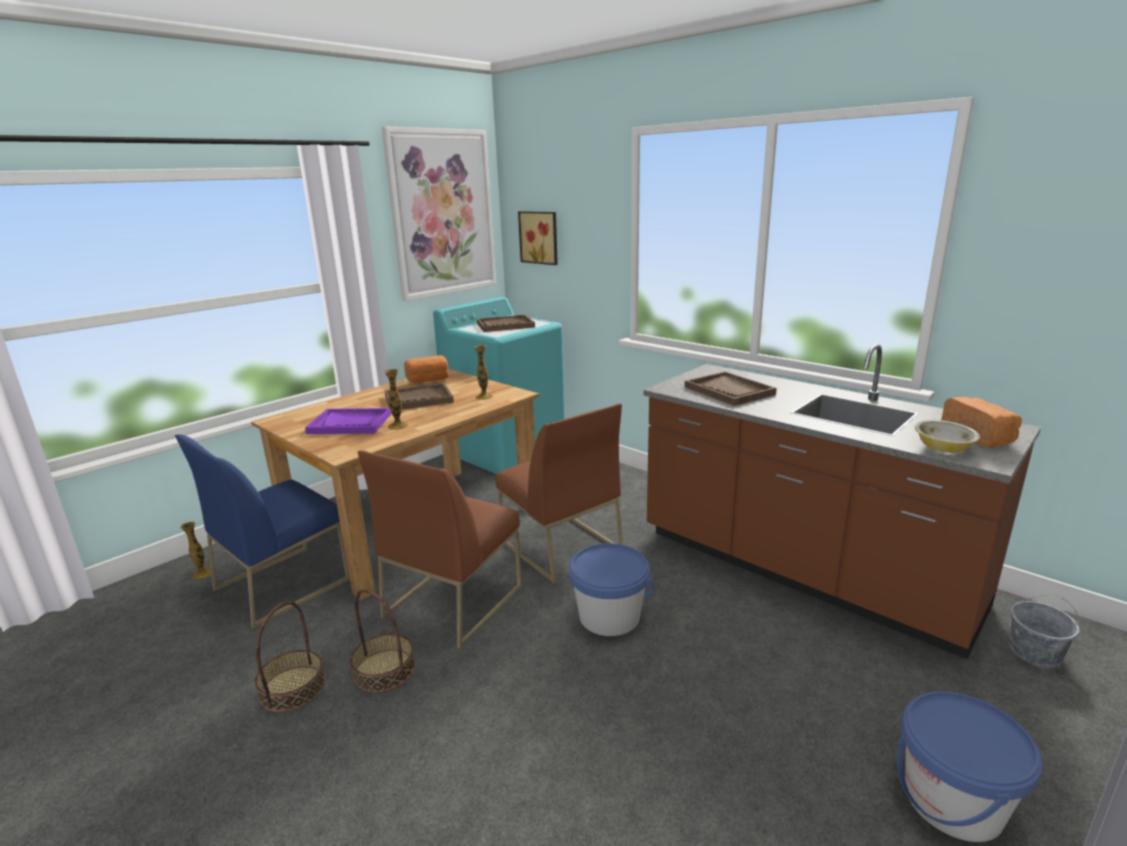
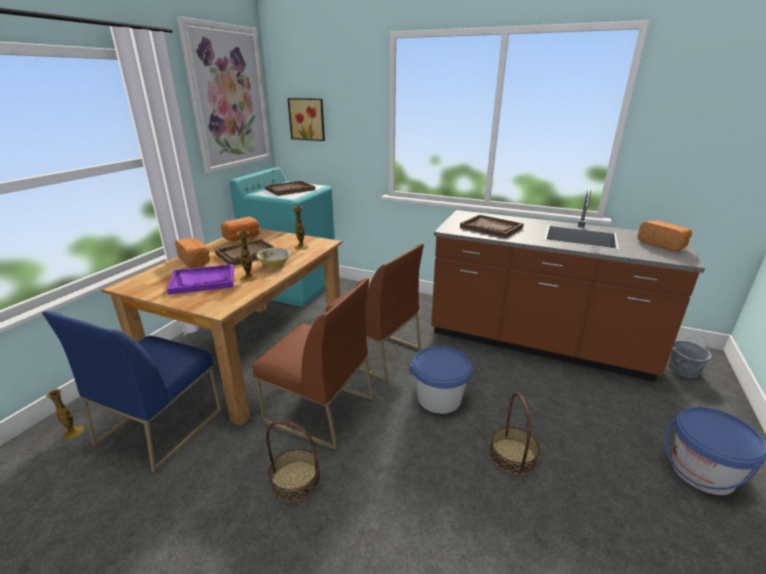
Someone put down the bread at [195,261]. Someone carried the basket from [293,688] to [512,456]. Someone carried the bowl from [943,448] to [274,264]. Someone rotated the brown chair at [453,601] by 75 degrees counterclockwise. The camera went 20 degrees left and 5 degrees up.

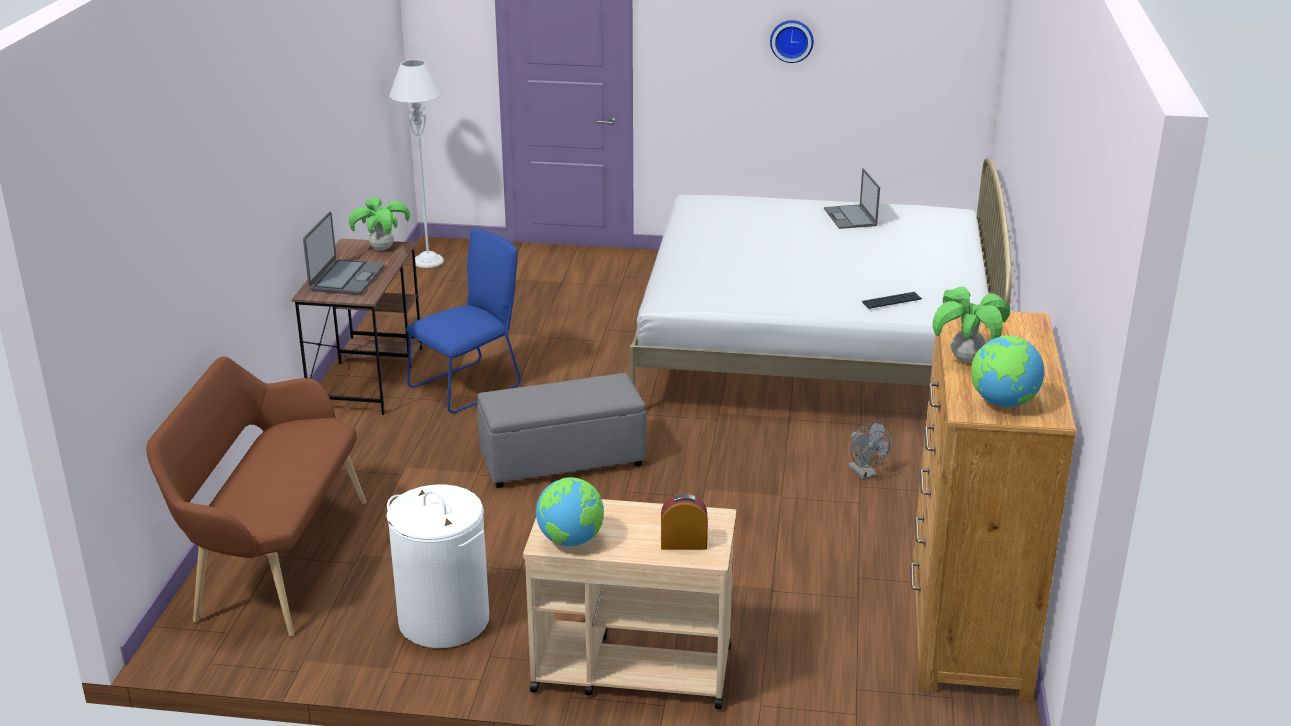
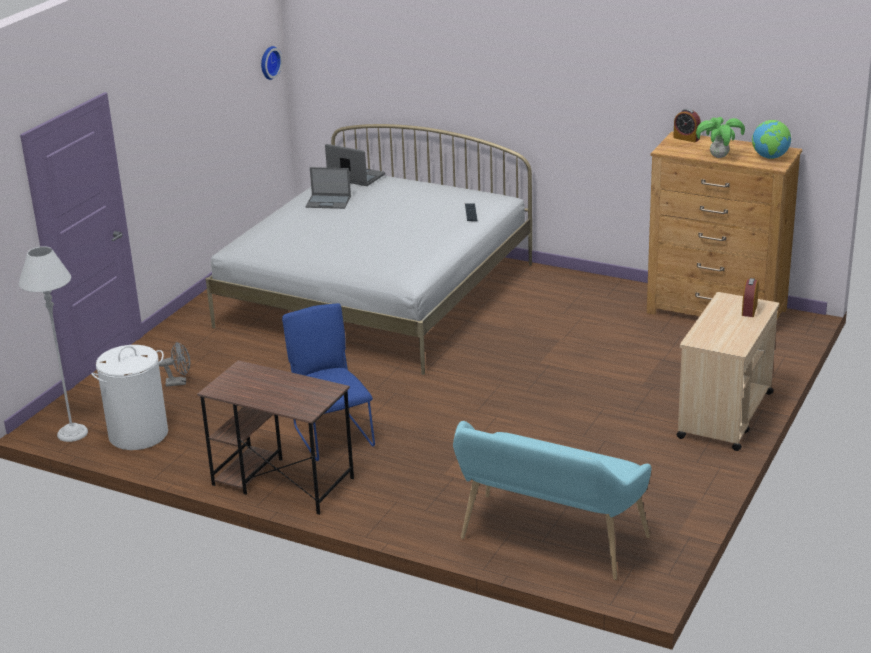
Someone took away the potted plant at [381,248]. Someone took away the grey ottoman at [561,461]. Someone took away the globe at [571,540]. Someone put down the alarm clock at [686,138]. Someone carried the laptop from [346,278] to [356,177]. Someone carried the white laundry basket from [443,620] to [138,435]. Someone carried the wall clock from [792,40] to [268,62]. Someone carried the grey fan from [865,474] to [179,382]. Someone repainted the brown bench at [273,560], which became the turquoise bench at [548,541]. The camera went 70 degrees left and 0 degrees up.

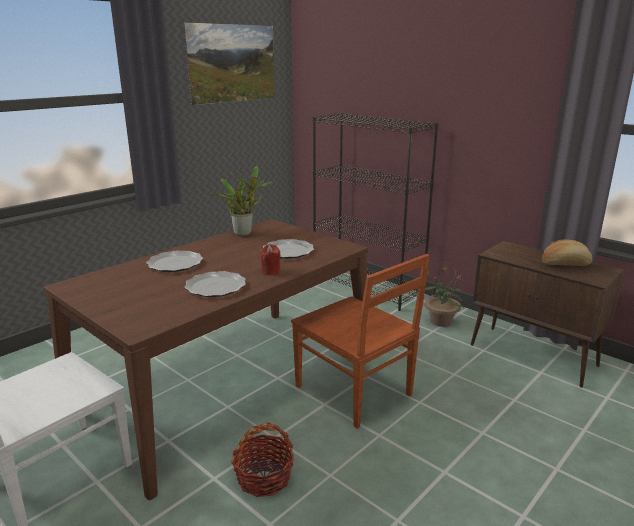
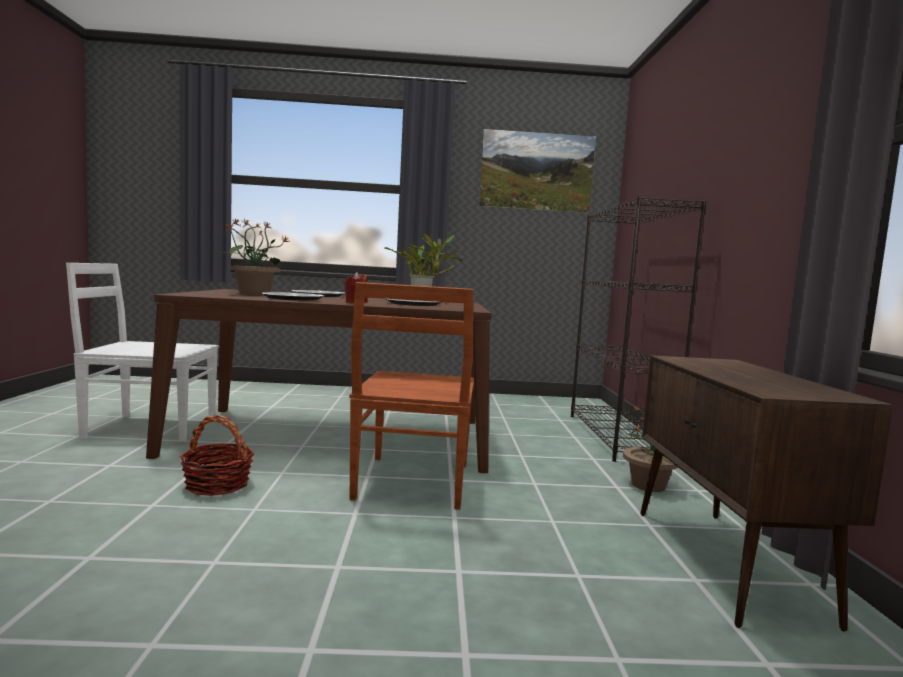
Someone took away the bread at [565,264]. Someone put down the potted plant at [253,294]. The camera went 45 degrees right and 15 degrees down.

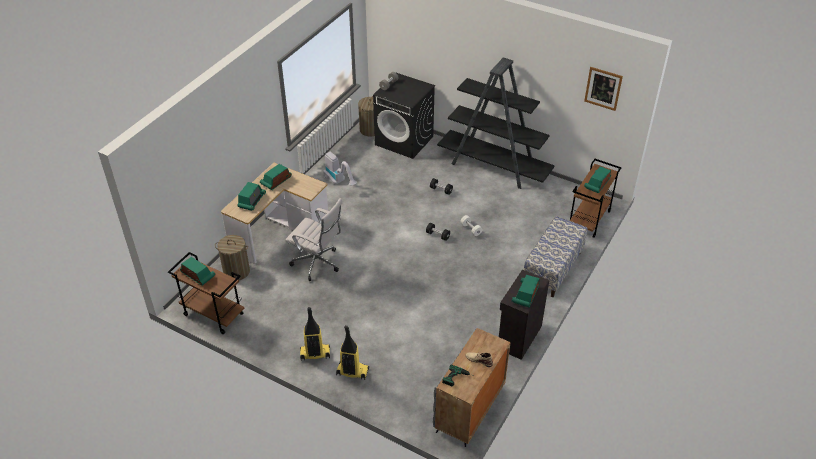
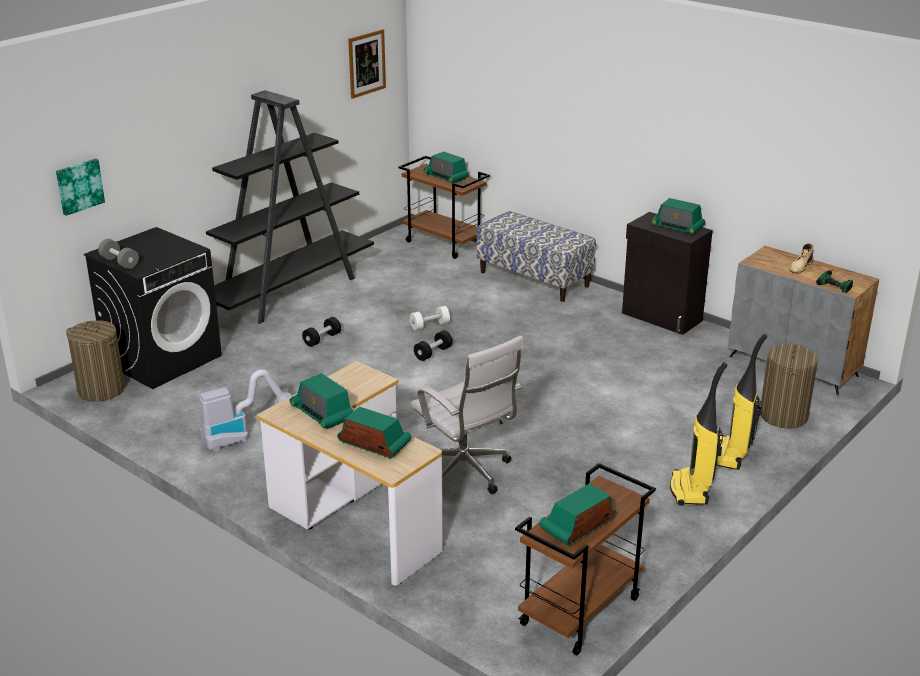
Someone put up the picture at [79,186]. Someone carried the laundry basket from [236,271] to [783,416]. Someone rotated the white office chair at [318,264] by 105 degrees clockwise. The camera went 80 degrees left and 15 degrees down.

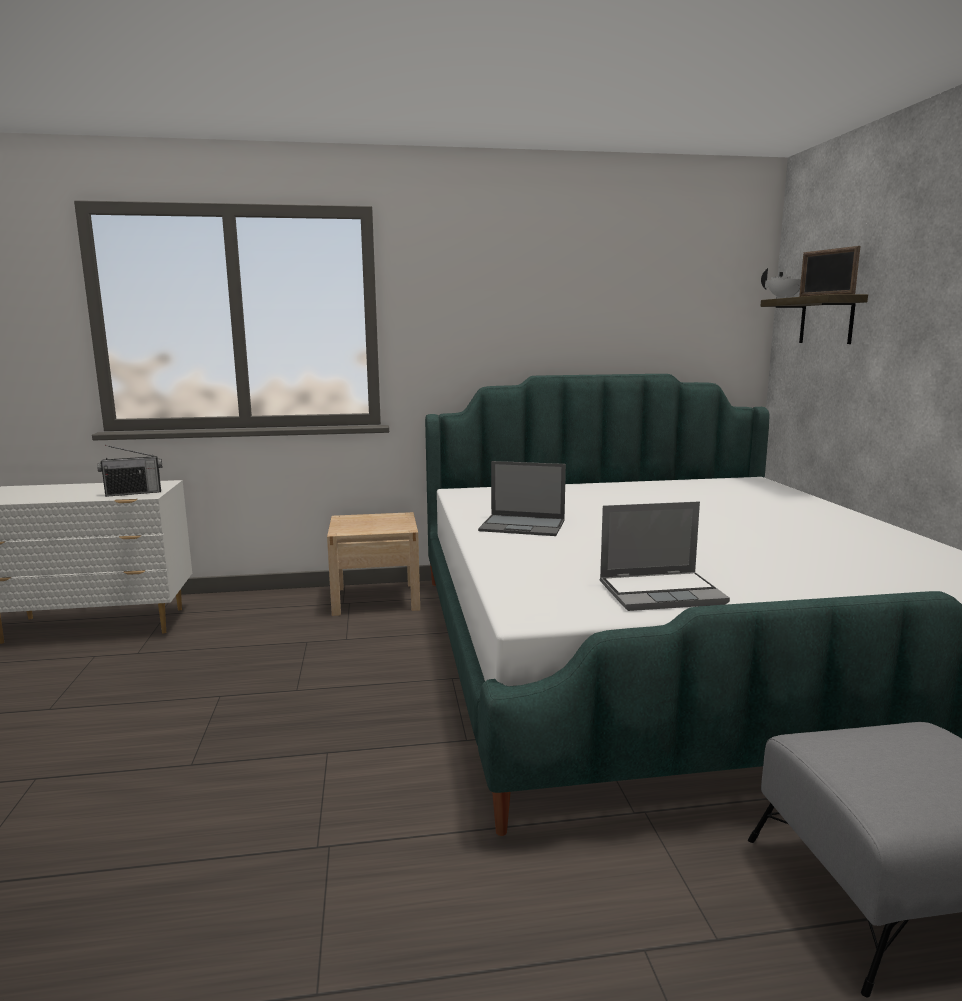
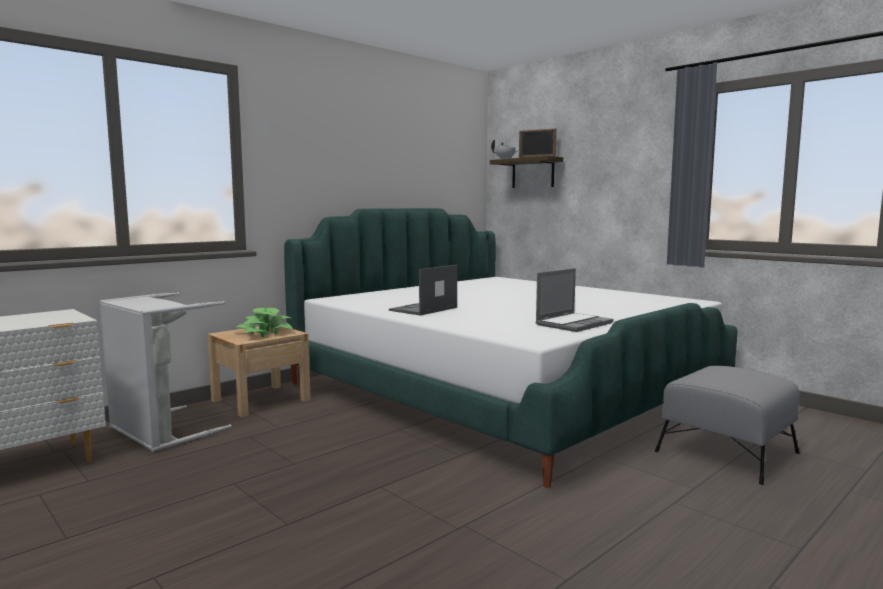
Someone took away the radio at [133,493]. Someone put down the grey laundry basket at [157,432]. Someone put down the potted plant at [264,333]. Someone rotated the laptop at [523,526] by 150 degrees clockwise. The camera went 35 degrees left and 5 degrees down.

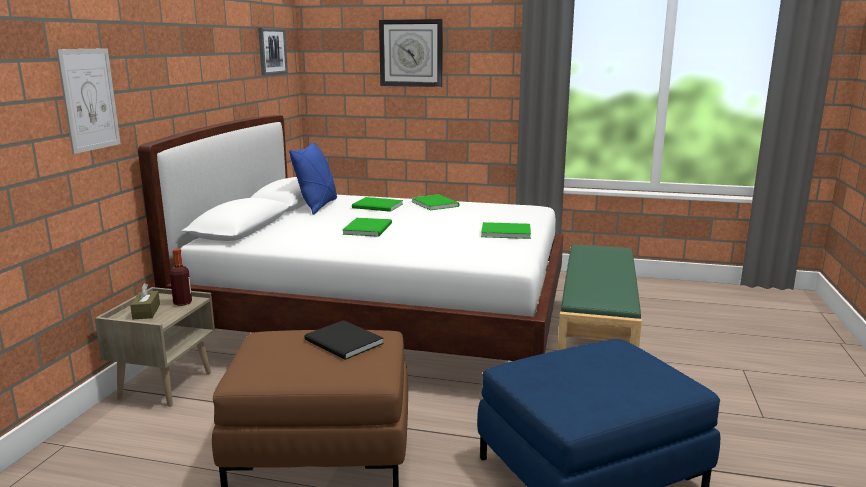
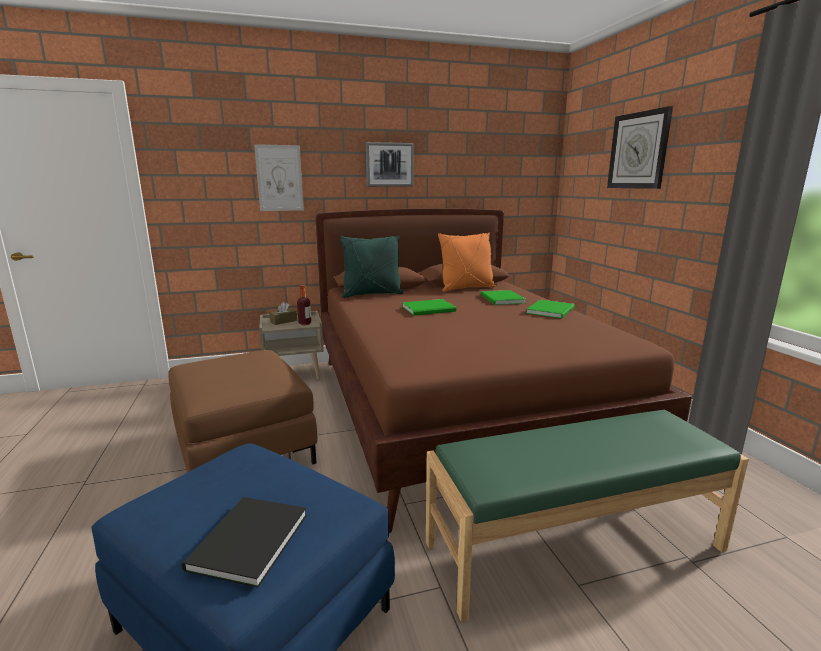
Someone took away the green book at [504,232]. Someone put down the green pillow at [372,294]. Someone carried the picture from [272,51] to [389,164]. Someone carried the black book from [343,343] to [245,543]. Someone repainted the white bed at [383,325], which became the brown bed at [457,407]. Someone repainted the blue pillow at [317,206], which became the orange pillow at [466,288]. The camera went 60 degrees right and 0 degrees up.

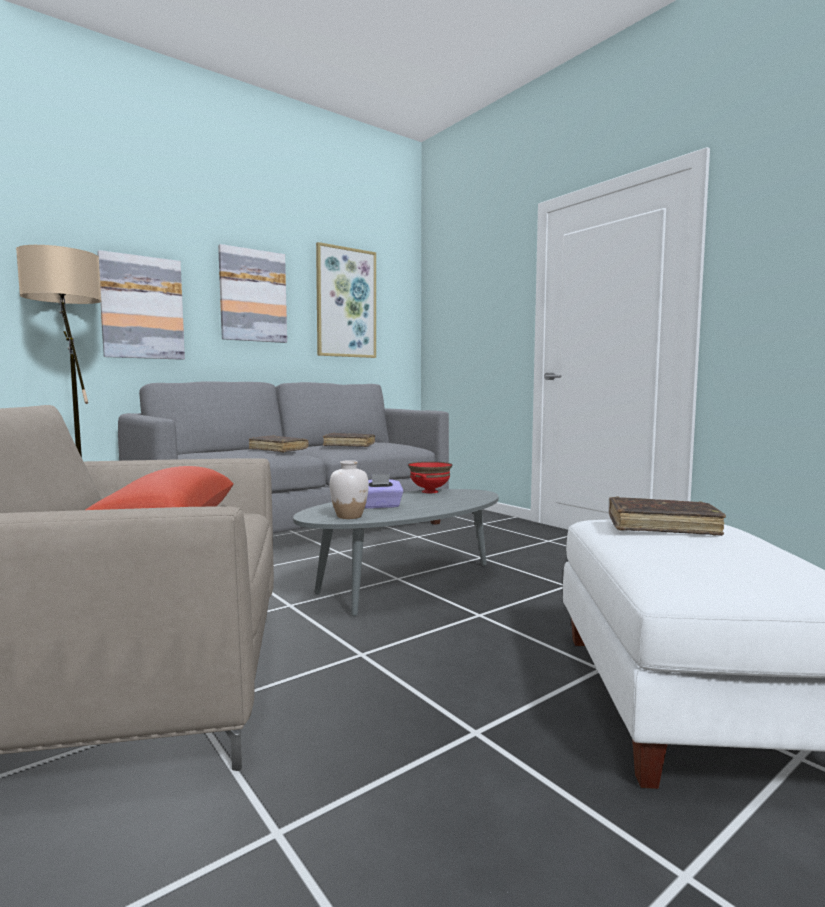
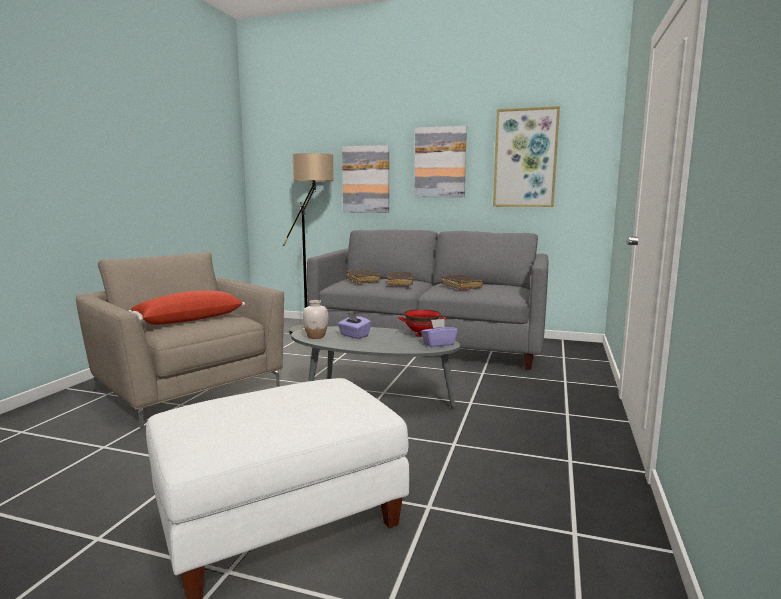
Someone put down the purple tissue box at [438,344]. Someone carried the brown book from [662,527] to [363,280]. The camera went 55 degrees right and 5 degrees up.

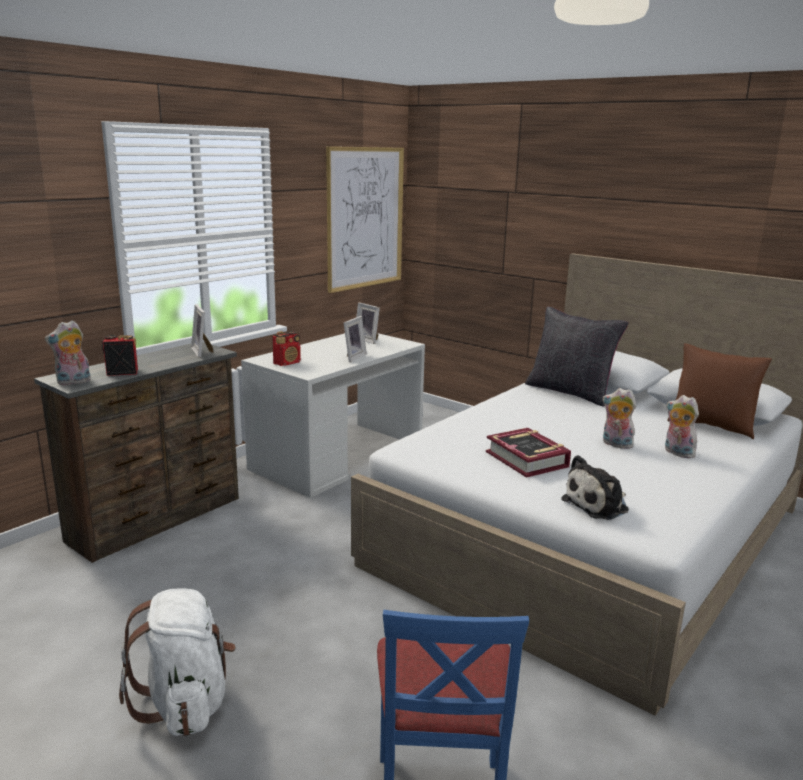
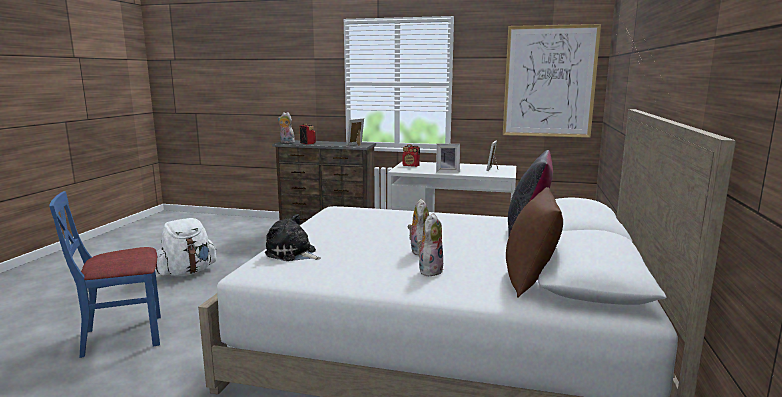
Someone took away the book at [527,459]. The camera went 65 degrees right and 5 degrees down.

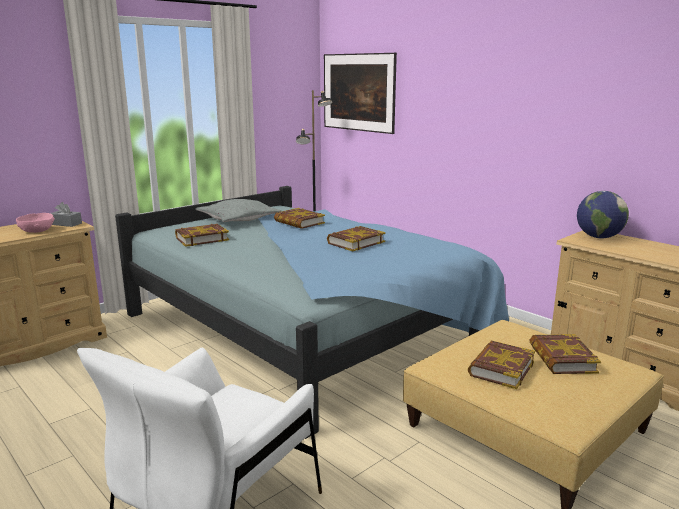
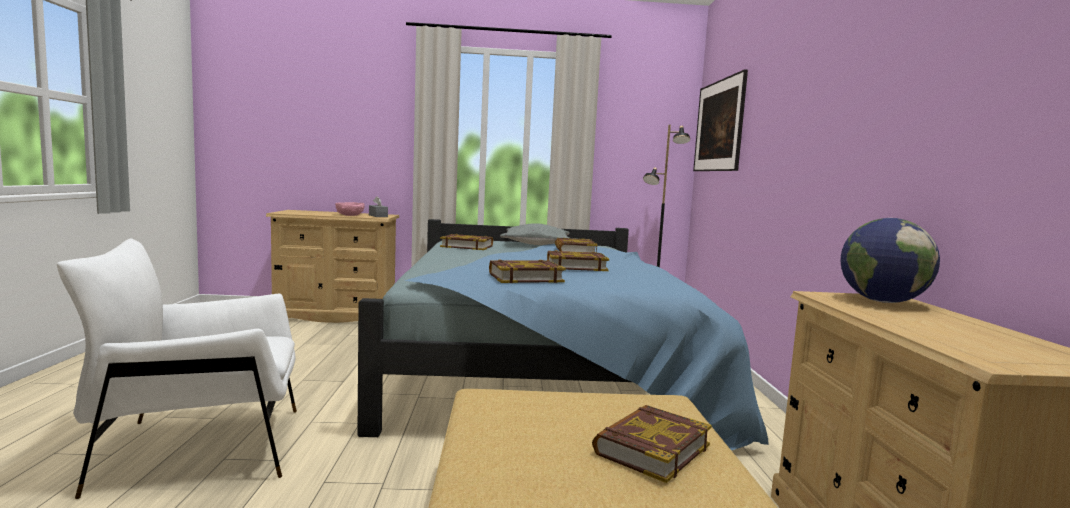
Someone carried the book from [500,369] to [525,277]. The camera went 40 degrees right and 10 degrees down.

